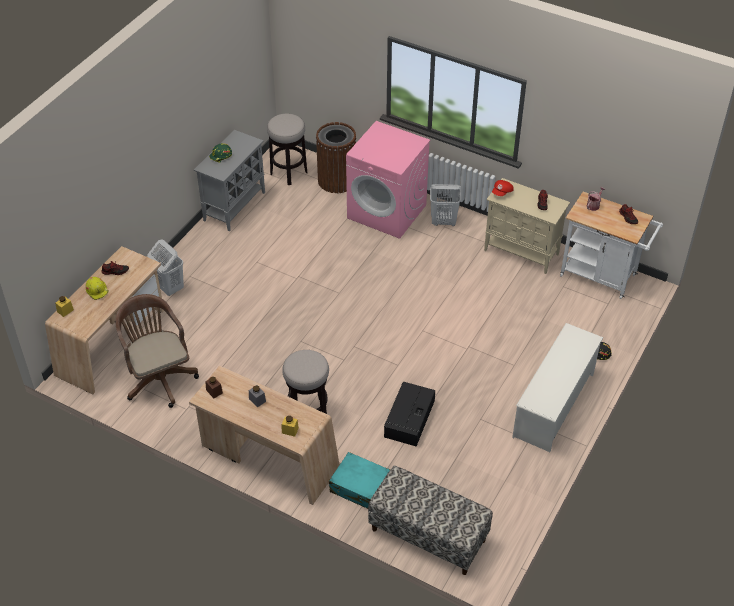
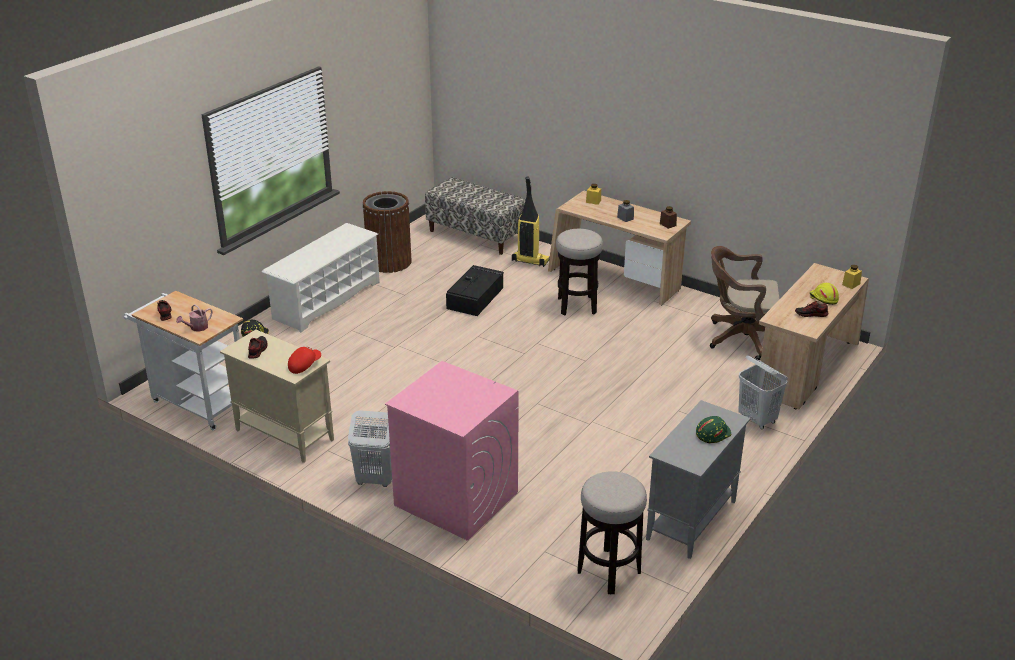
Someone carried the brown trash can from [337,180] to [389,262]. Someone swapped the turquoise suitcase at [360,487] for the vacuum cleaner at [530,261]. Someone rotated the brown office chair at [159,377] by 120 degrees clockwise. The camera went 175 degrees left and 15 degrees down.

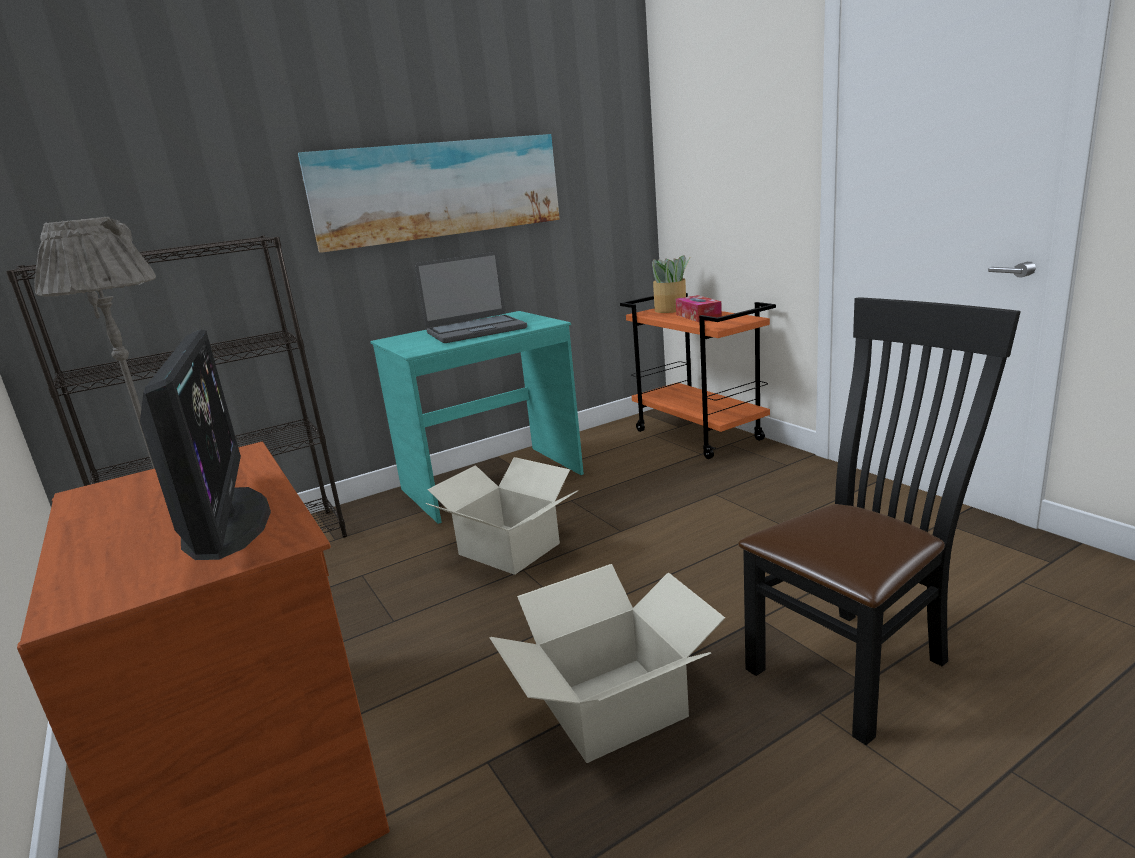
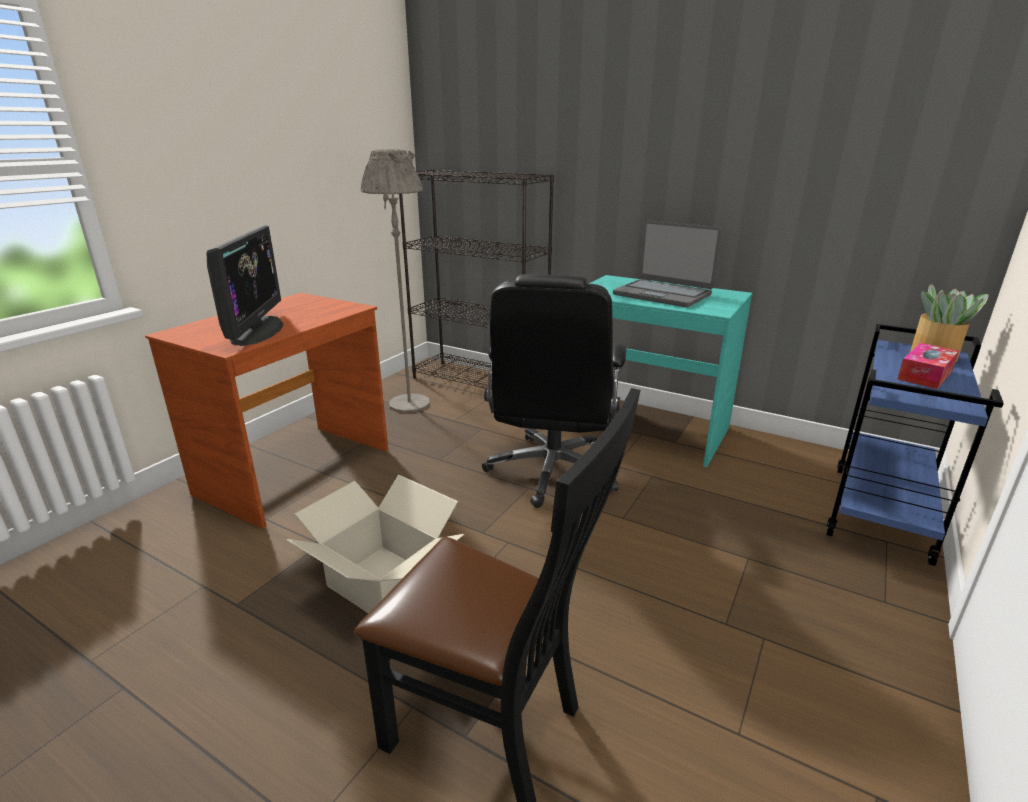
Someone took away the picture at [439,189]. Someone swapped the cardboard box at [508,549] for the black office chair at [552,472]. Someone repainted the orange cart at [699,435], which became the blue cart at [881,514]. Someone rotated the monitor at [225,522] by 45 degrees counterclockwise. The camera went 60 degrees right and 5 degrees up.

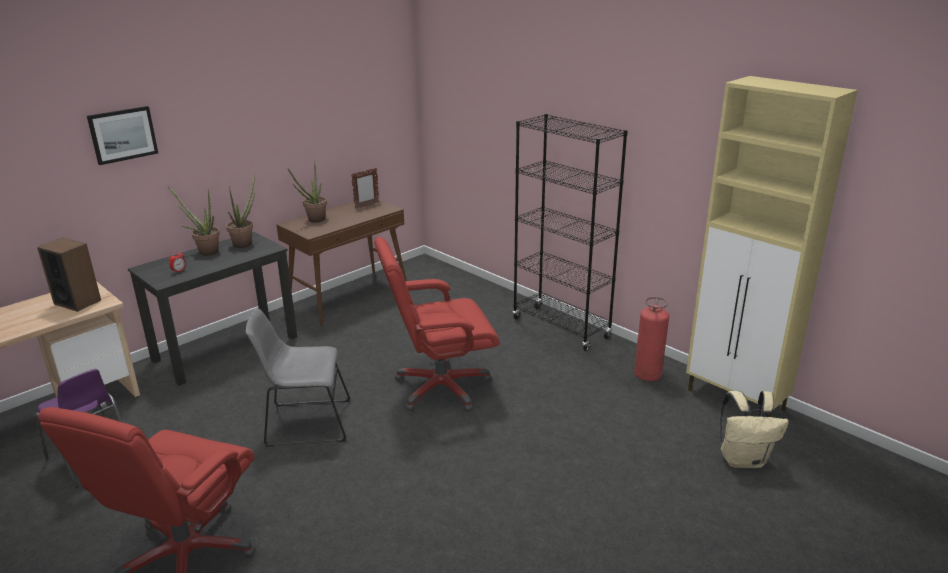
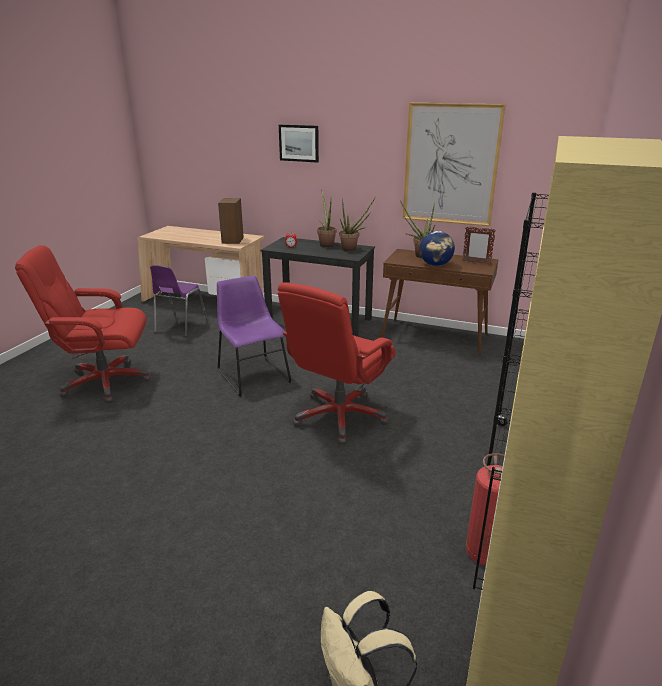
Someone put up the picture at [450,165]. Someone put down the globe at [435,265]. Someone repainted the grey chair at [304,422], which became the purple chair at [252,374]. Someone rotated the red office chair at [440,388] by 105 degrees counterclockwise. The camera went 65 degrees right and 0 degrees up.

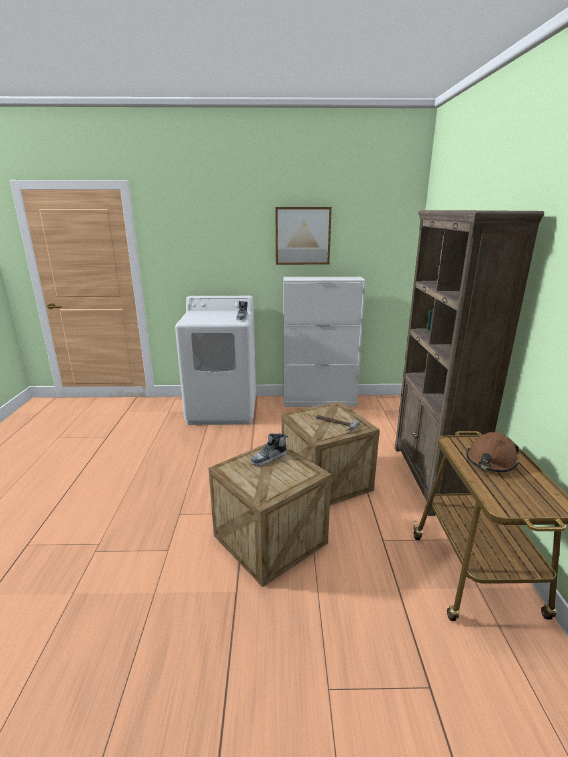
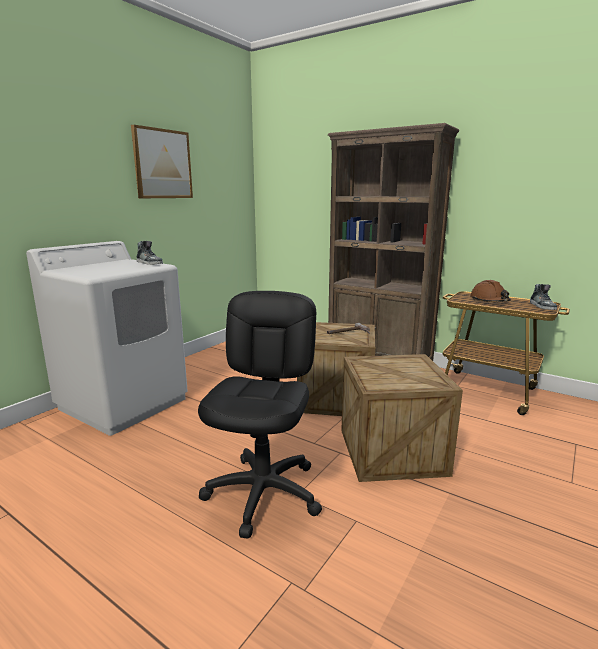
Someone took away the white cabinet at [319,402]. Someone put down the black office chair at [264,493]. Someone carried the shoe from [269,458] to [542,306]. The camera went 55 degrees left and 5 degrees down.

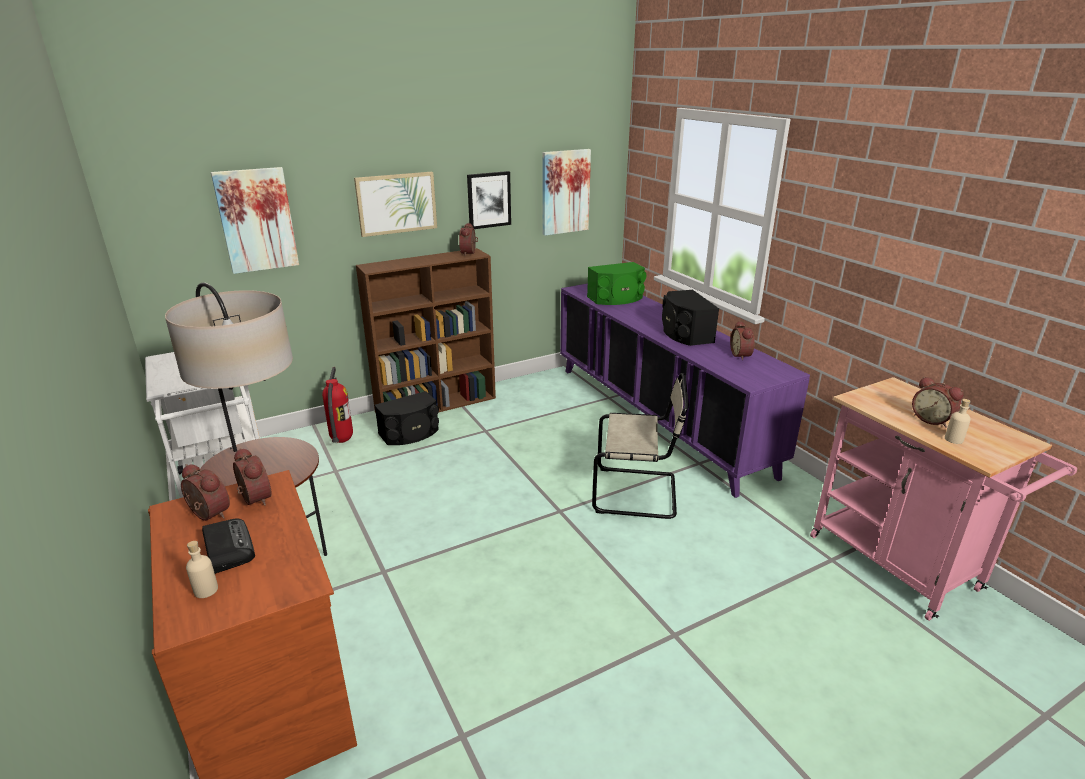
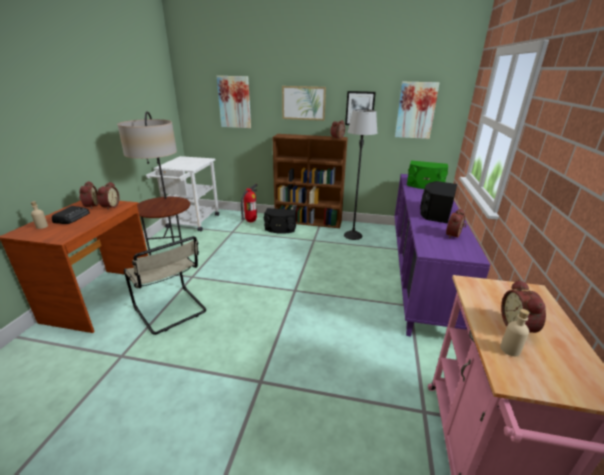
Someone put down the floor lamp at [352,235]. Someone carried the beige chair from [638,493] to [171,311]. The camera went 40 degrees right and 0 degrees up.

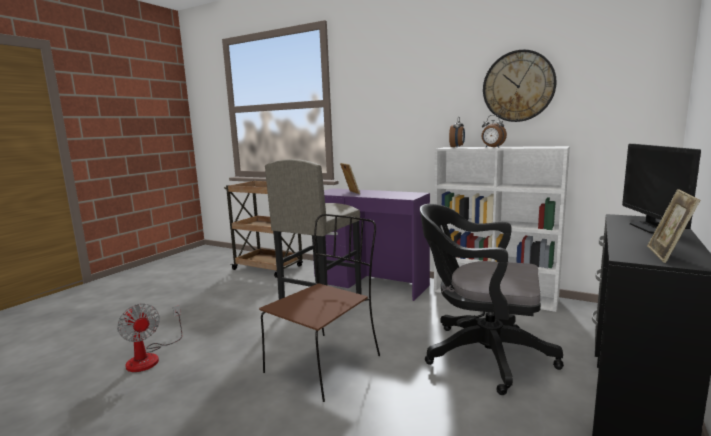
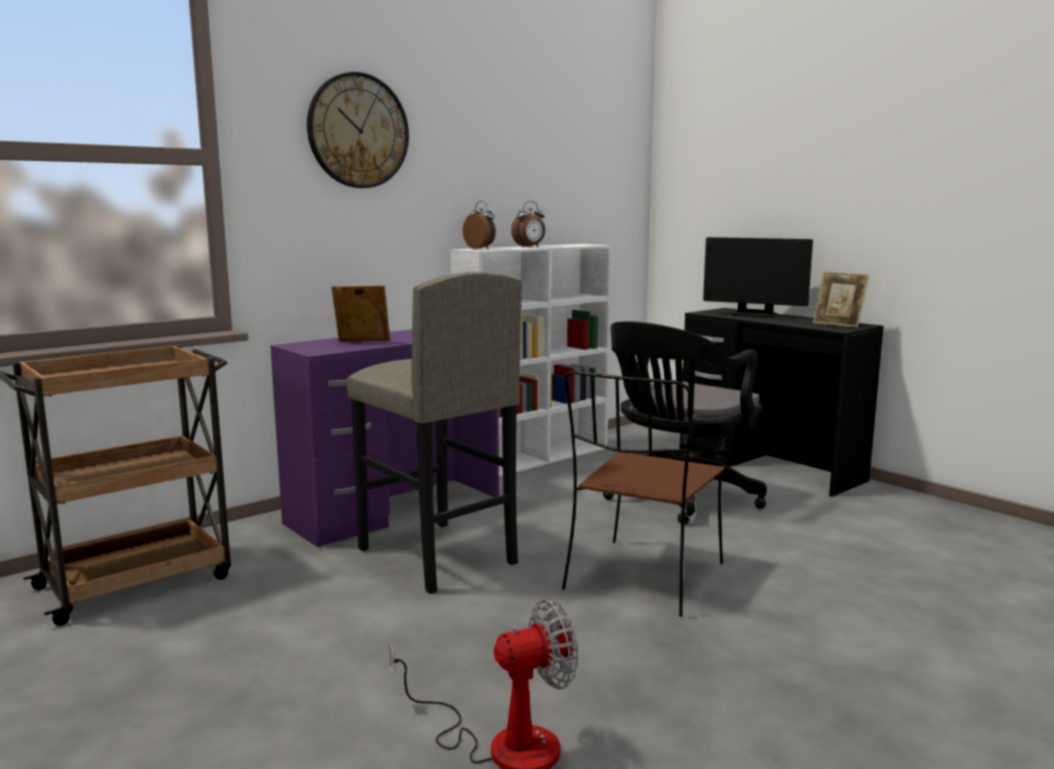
Someone carried the wall clock from [518,86] to [358,131]. Someone rotated the brown chair at [325,363] by 120 degrees counterclockwise. The camera went 70 degrees left and 0 degrees up.

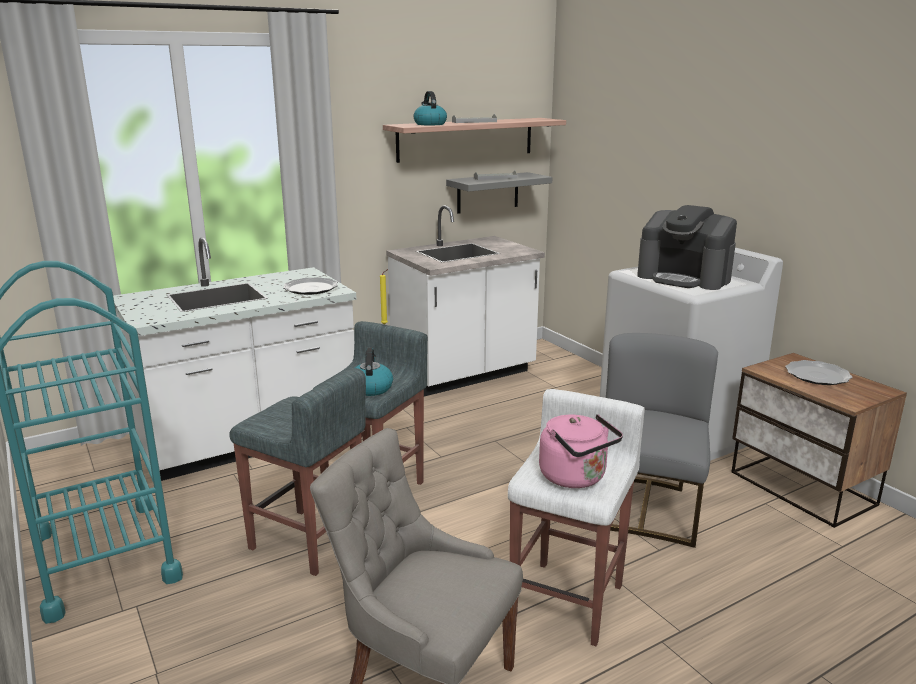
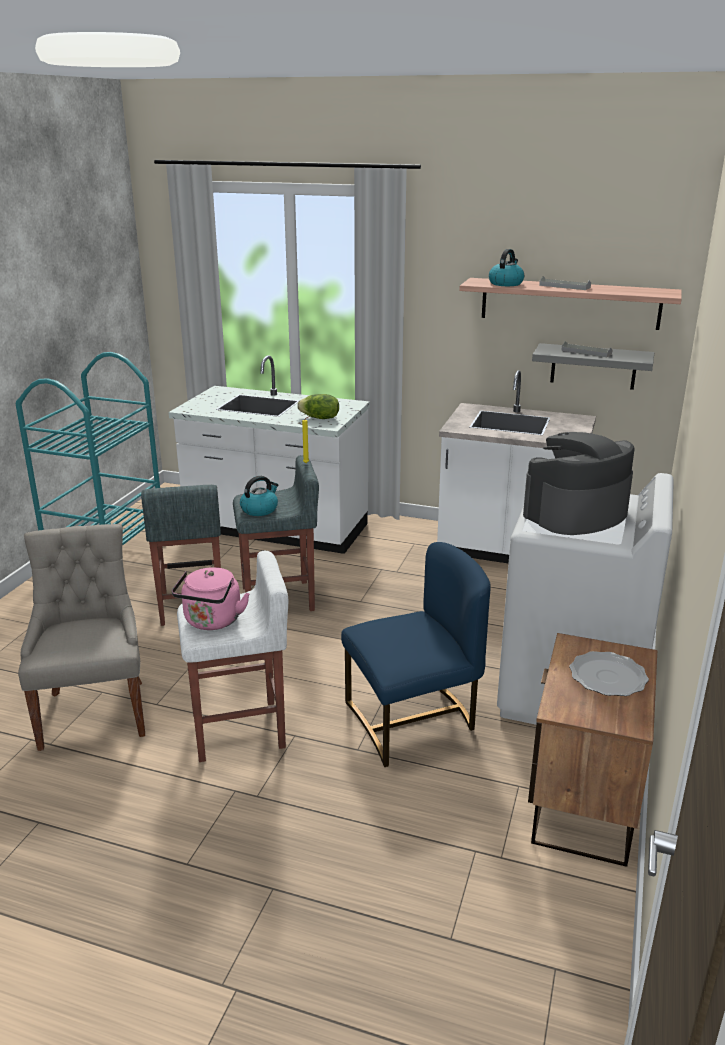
Someone swapped the plate at [311,288] for the lettuce at [319,418]. Someone repainted the grey chair at [645,509], which became the blue chair at [412,721]. Someone rotated the coffee machine at [684,278] by 60 degrees clockwise. The camera went 50 degrees right and 5 degrees up.

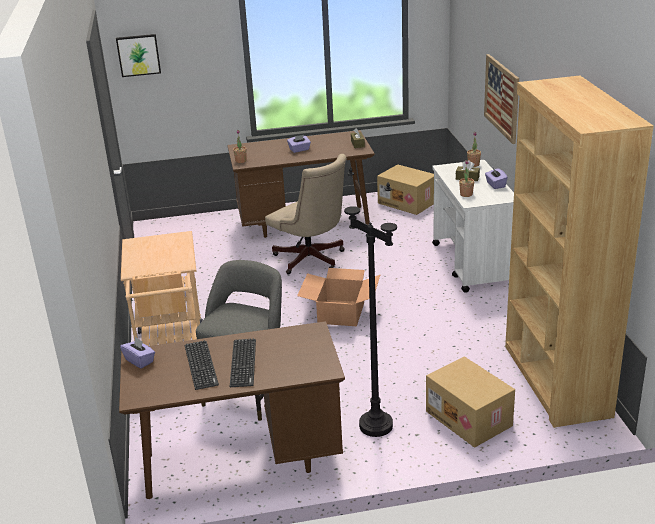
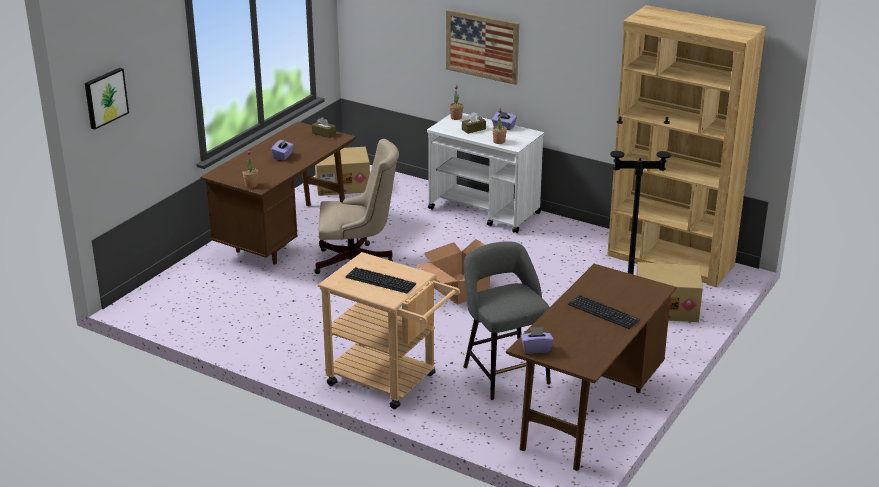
Someone carried the keyboard from [201,365] to [380,281]. The camera went 50 degrees left and 0 degrees up.

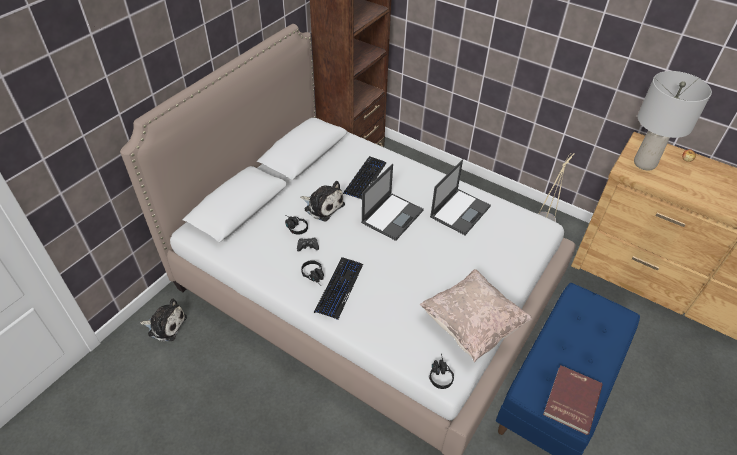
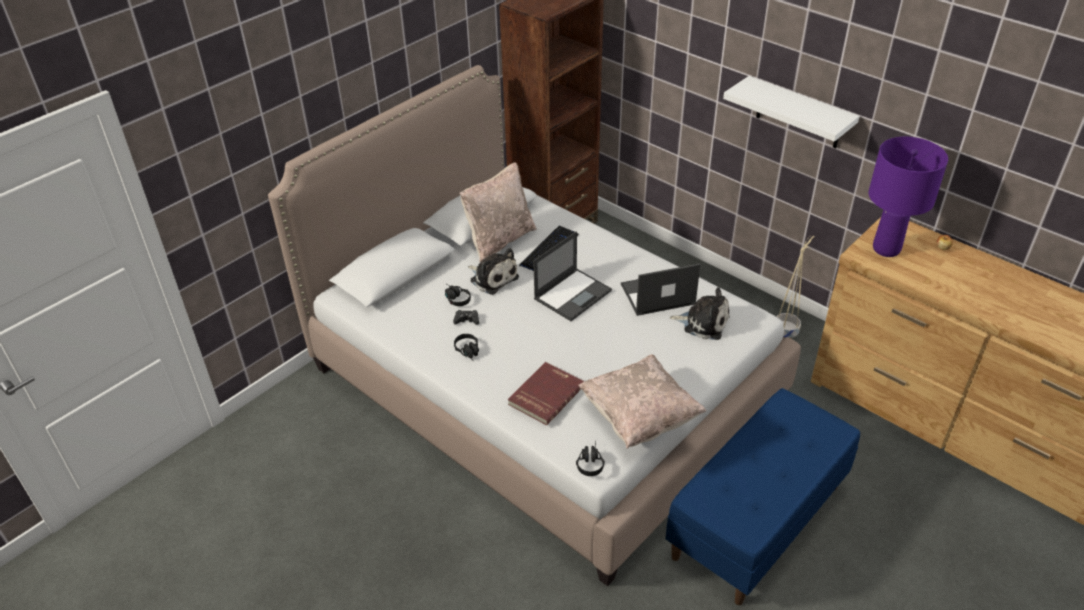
Someone took away the keyboard at [339,288]. Someone put down the beige pillow at [499,240]. Someone put up the white shelf at [799,113]. Someone carried the plush toy from [165,325] to [703,322]. Someone carried the red book from [571,399] to [545,395]. Someone repainted the grey table lamp at [644,164], which became the purple table lamp at [886,249]. Someone rotated the laptop at [460,211] by 150 degrees counterclockwise. The camera went 10 degrees right and 5 degrees down.

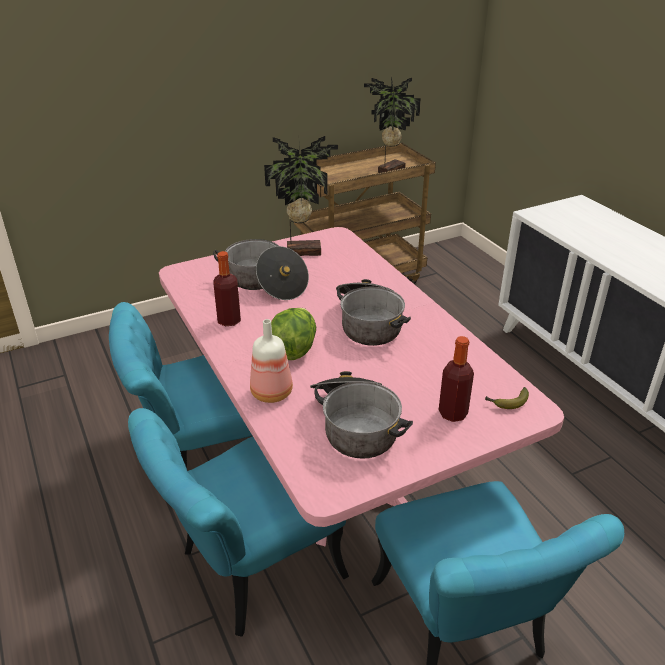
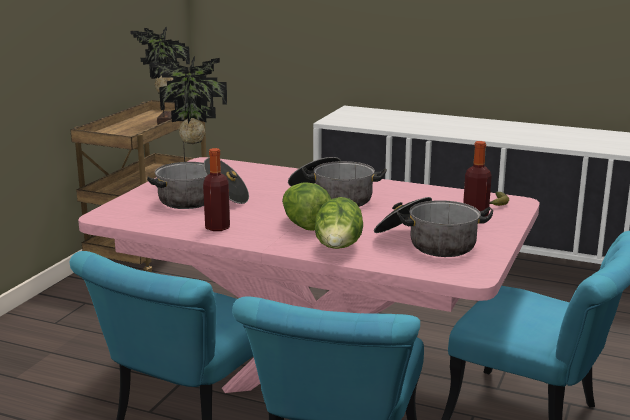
Someone swapped the bottle at [273,393] for the lettuce at [338,249]. The camera went 40 degrees left and 15 degrees down.

